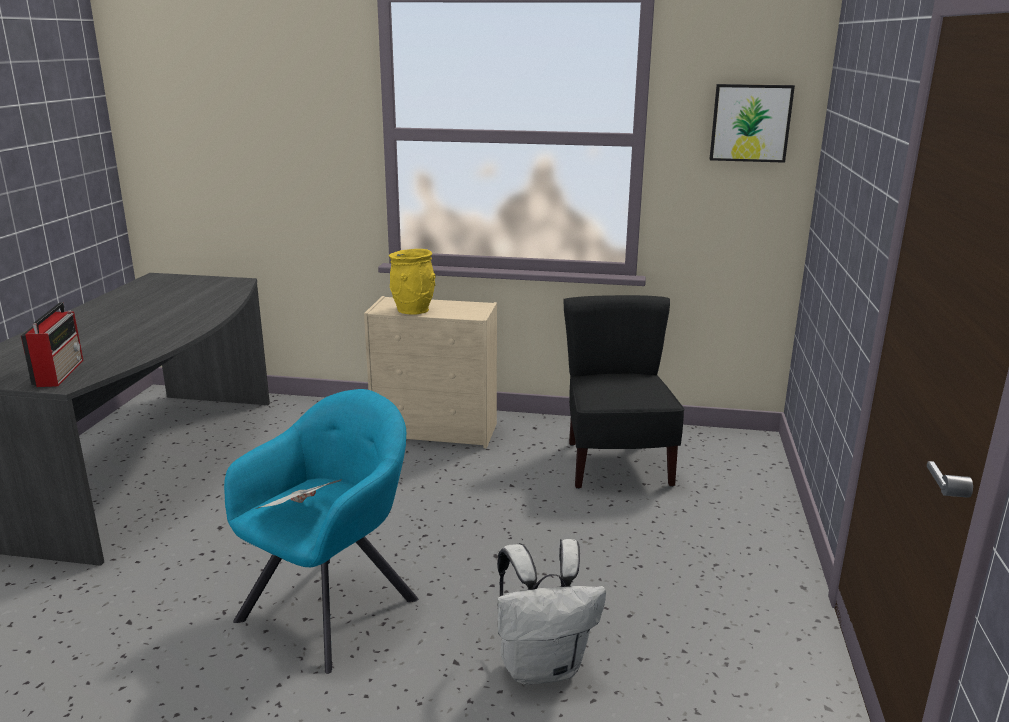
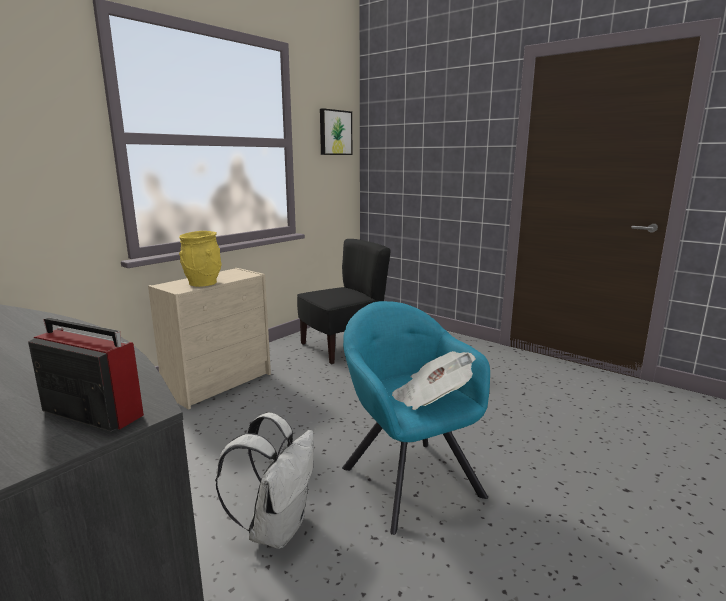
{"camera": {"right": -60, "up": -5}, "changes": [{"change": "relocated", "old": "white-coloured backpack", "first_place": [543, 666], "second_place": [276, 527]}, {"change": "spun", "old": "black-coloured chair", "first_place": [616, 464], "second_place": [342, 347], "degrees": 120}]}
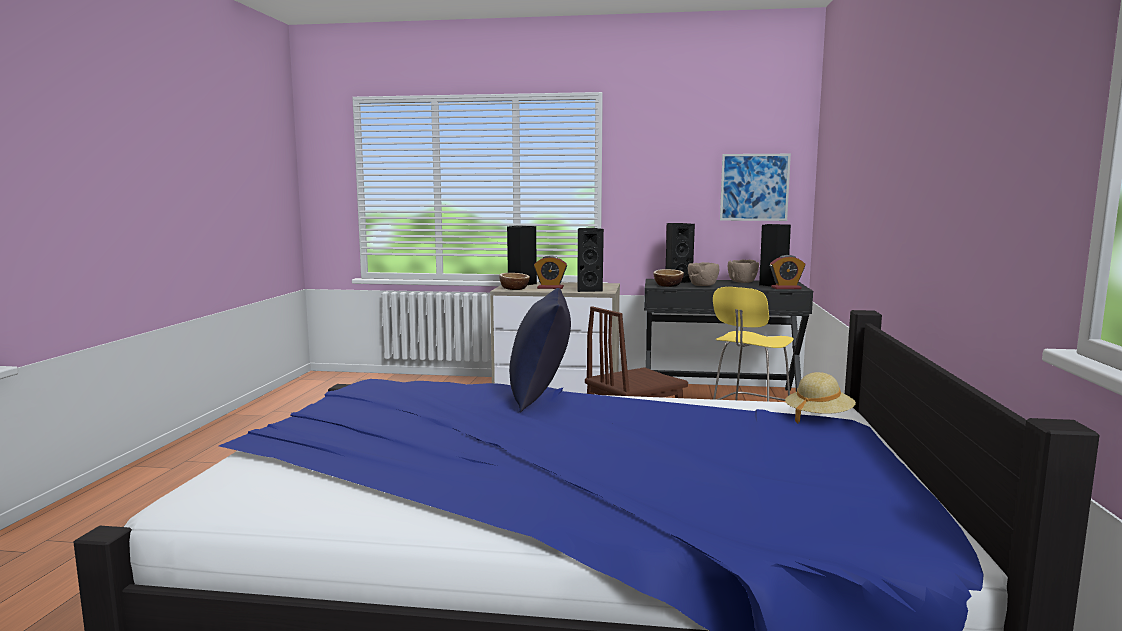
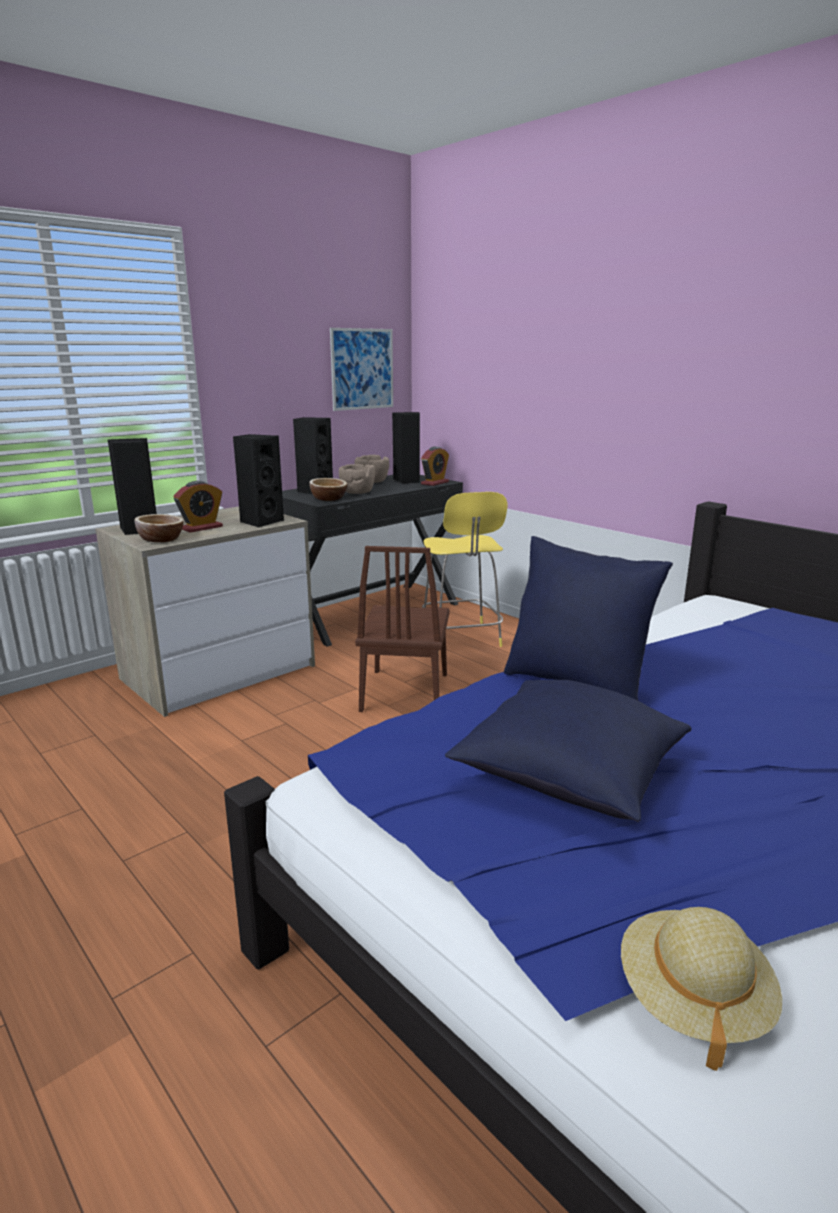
{"camera": {"right": -50, "up": 10}, "changes": [{"change": "relocated", "old": "sand-coloured wearable hat", "first_place": [818, 417], "second_place": [692, 999]}, {"change": "appeared", "new": "bluish pillow", "second_place": [568, 776]}]}
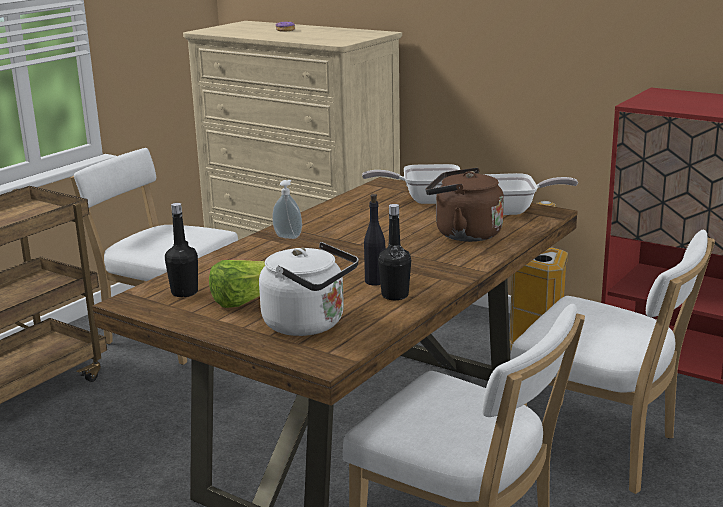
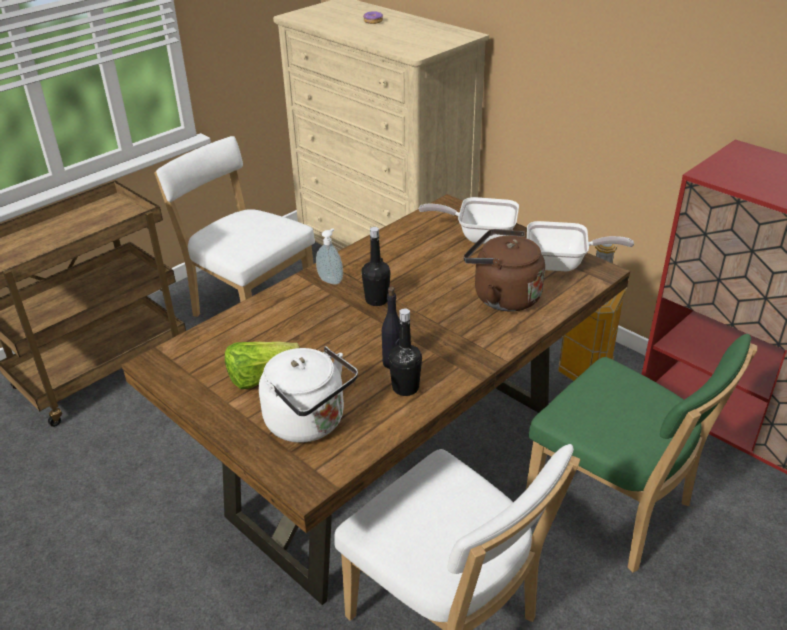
{"camera": {"right": 10, "up": 15}, "changes": [{"change": "relocated", "old": "black-coloured bottle", "first_place": [184, 292], "second_place": [377, 300]}, {"change": "colour", "old": "white-coloured chair", "new": "green chair", "first_place": [601, 449], "second_place": [614, 510]}]}
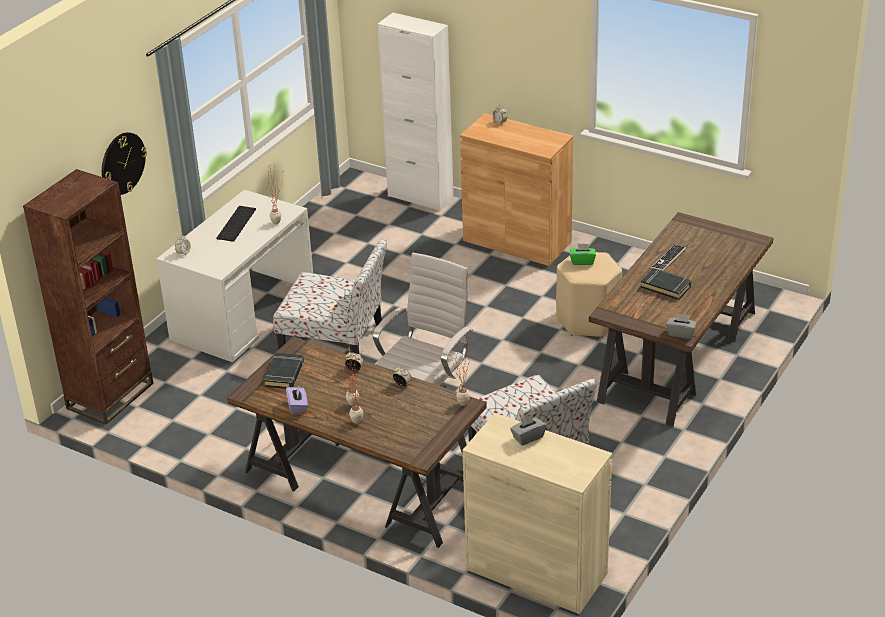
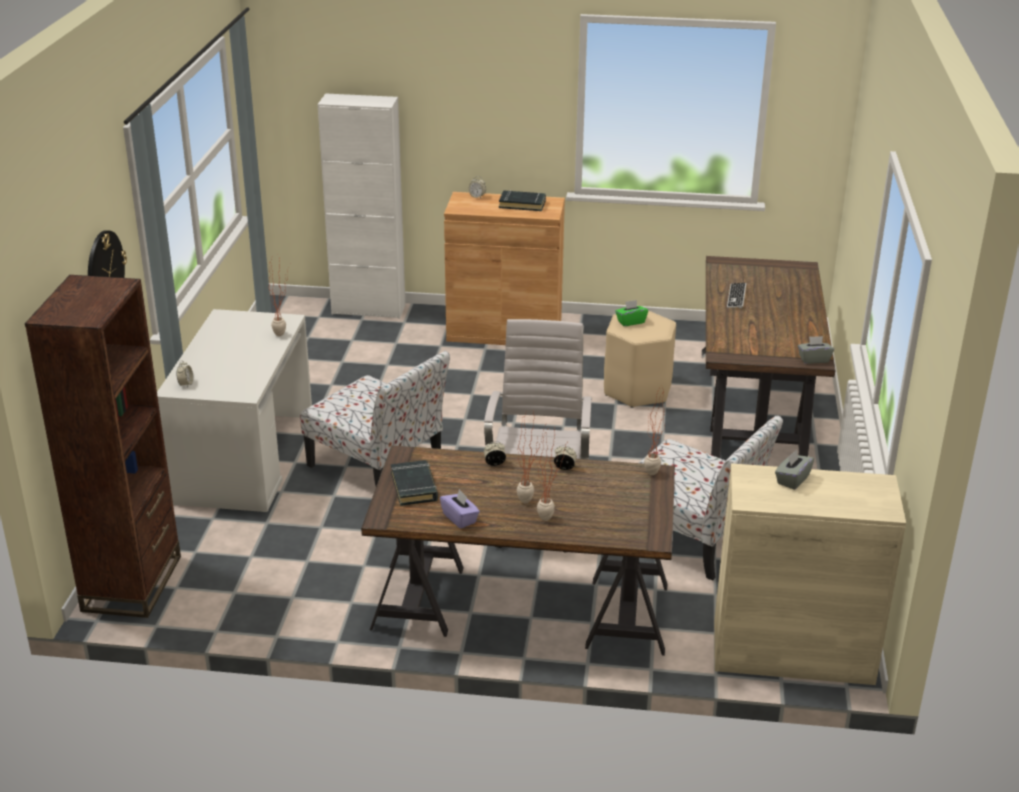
{"camera": {"right": -25, "up": -5}, "changes": [{"change": "missing", "old": "PC keyboard", "first_place": [235, 223]}, {"change": "spun", "old": "chair", "first_place": [335, 342], "second_place": [378, 466], "degrees": 45}, {"change": "relocated", "old": "black-coloured book", "first_place": [666, 287], "second_place": [522, 204]}]}
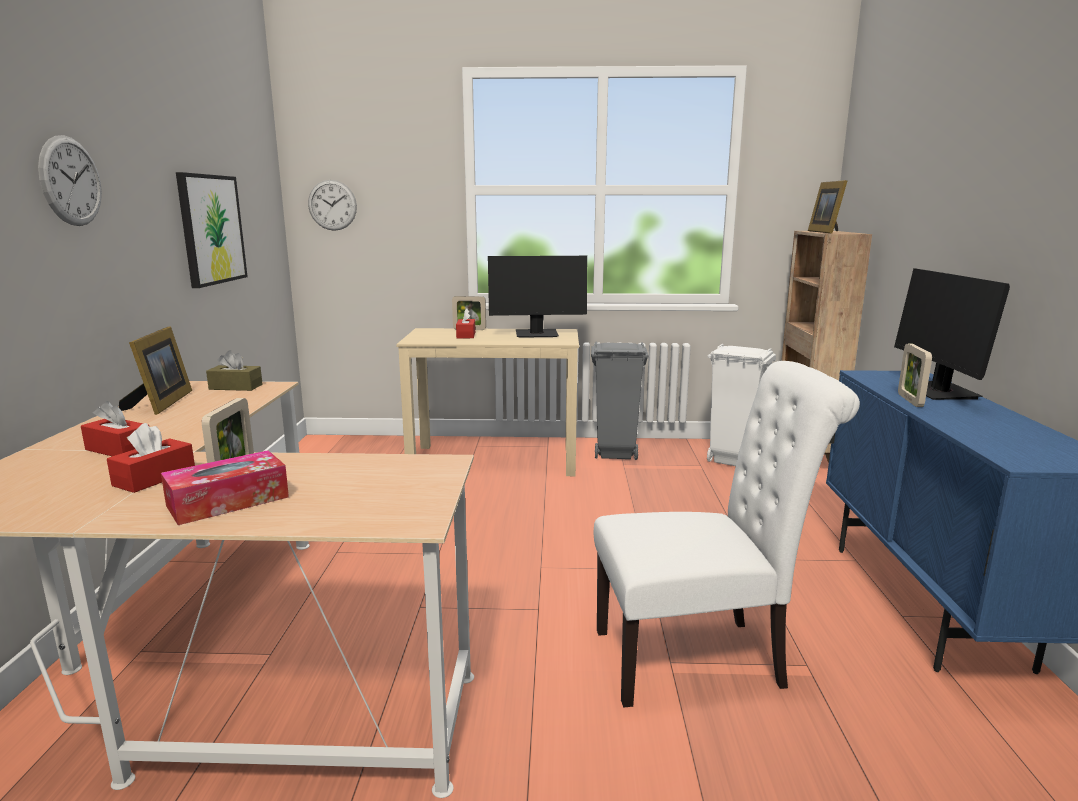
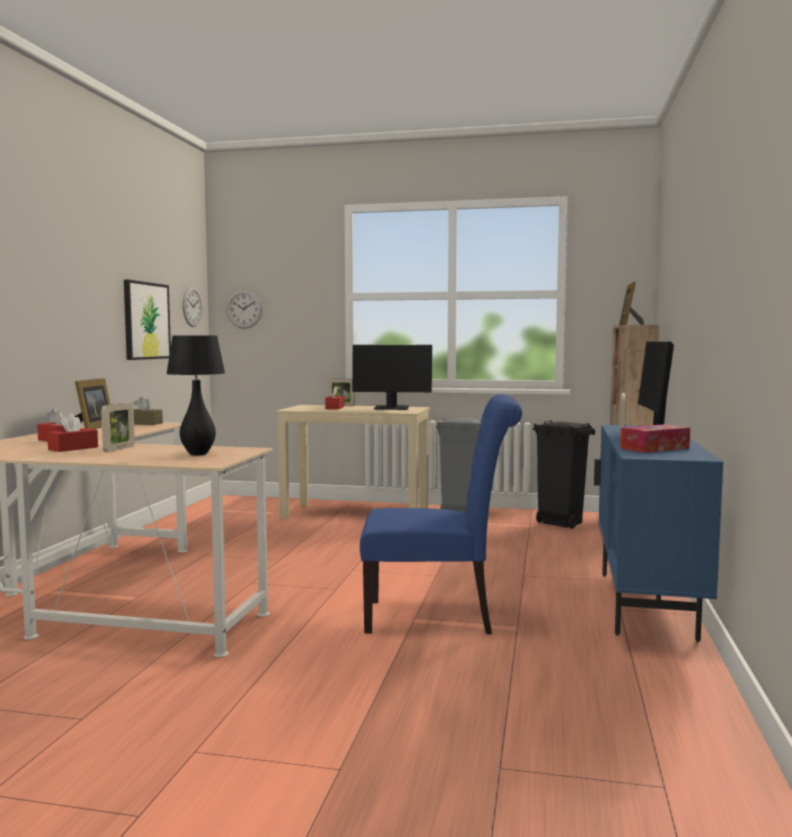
{"camera": {"right": 10, "up": -10}, "changes": [{"change": "relocated", "old": "wall clock", "first_place": [71, 181], "second_place": [192, 307]}, {"change": "relocated", "old": "tissue box", "first_place": [228, 501], "second_place": [654, 448]}, {"change": "colour", "old": "white-coloured chair", "new": "bluish chair", "first_place": [700, 658], "second_place": [438, 617]}, {"change": "colour", "old": "white-coloured waste bin", "new": "black-coloured waste bin", "first_place": [731, 461], "second_place": [559, 523]}, {"change": "appeared", "new": "black-coloured lamp for a table", "second_place": [198, 454]}]}
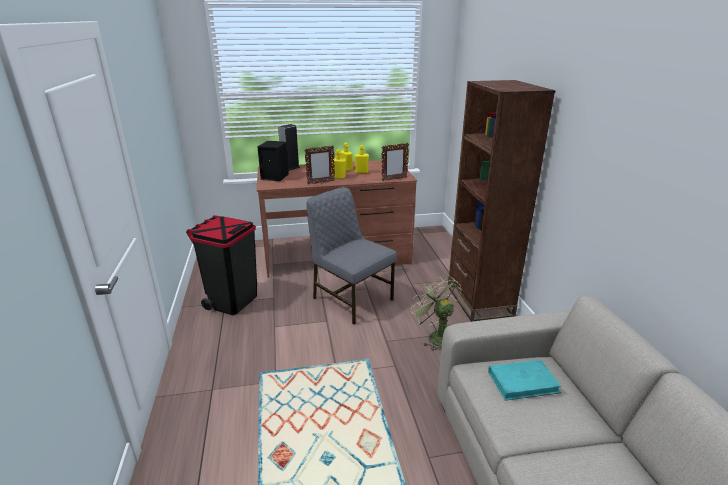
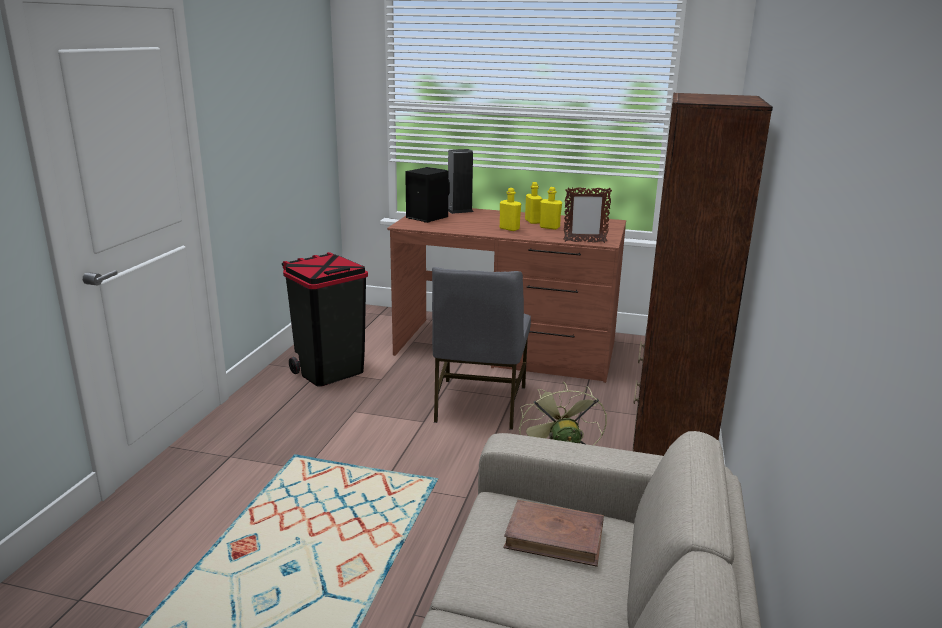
{"camera": {"right": 25, "up": -5}, "changes": [{"change": "missing", "old": "picture frame", "first_place": [320, 183]}, {"change": "spun", "old": "gray chair", "first_place": [351, 299], "second_place": [478, 404], "degrees": -150}, {"change": "colour", "old": "blue-green book", "new": "brown-coloured book", "first_place": [523, 382], "second_place": [555, 537]}]}
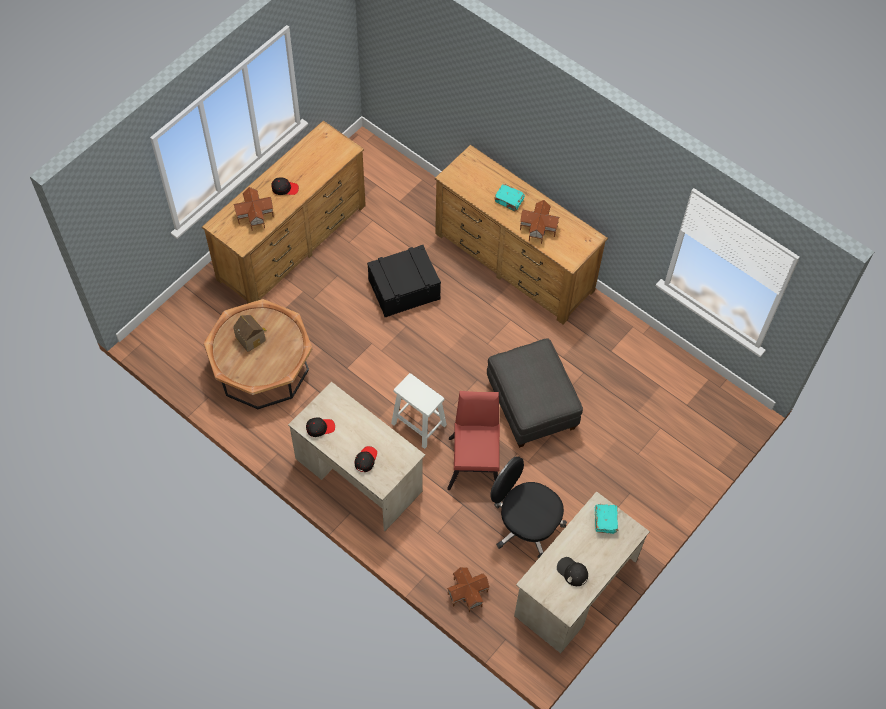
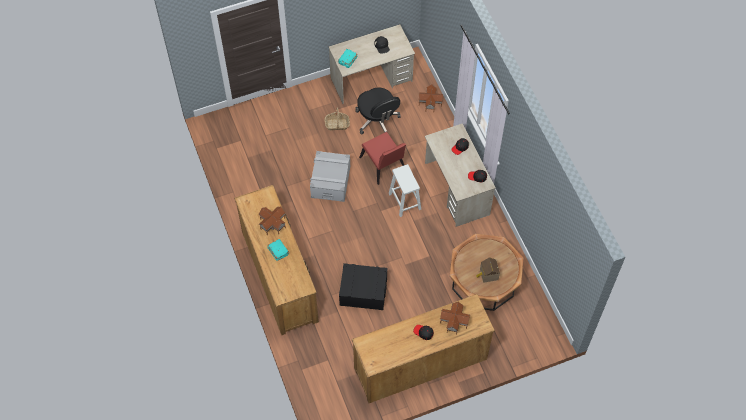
{"camera": {"right": -150, "up": 0}, "changes": [{"change": "spun", "old": "reddish chair", "first_place": [475, 460], "second_place": [384, 166], "degrees": -60}, {"change": "exchanged", "old": "gray ottoman", "new": "gray storage container", "first_place": [531, 404], "second_place": [330, 182]}, {"change": "appeared", "new": "storage basket", "second_place": [337, 124]}]}
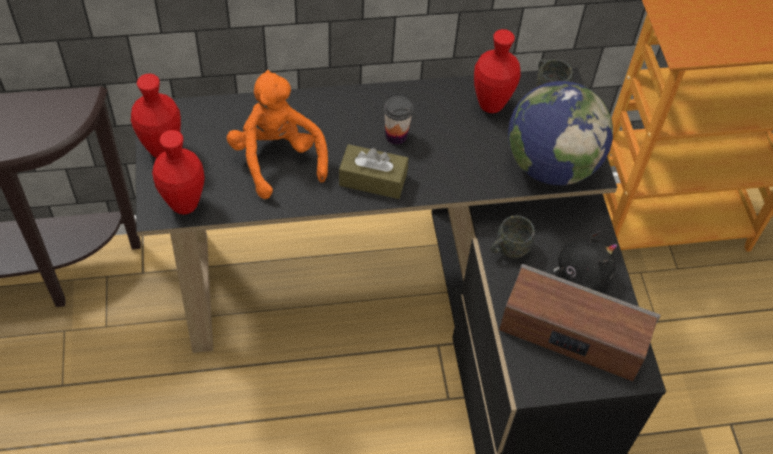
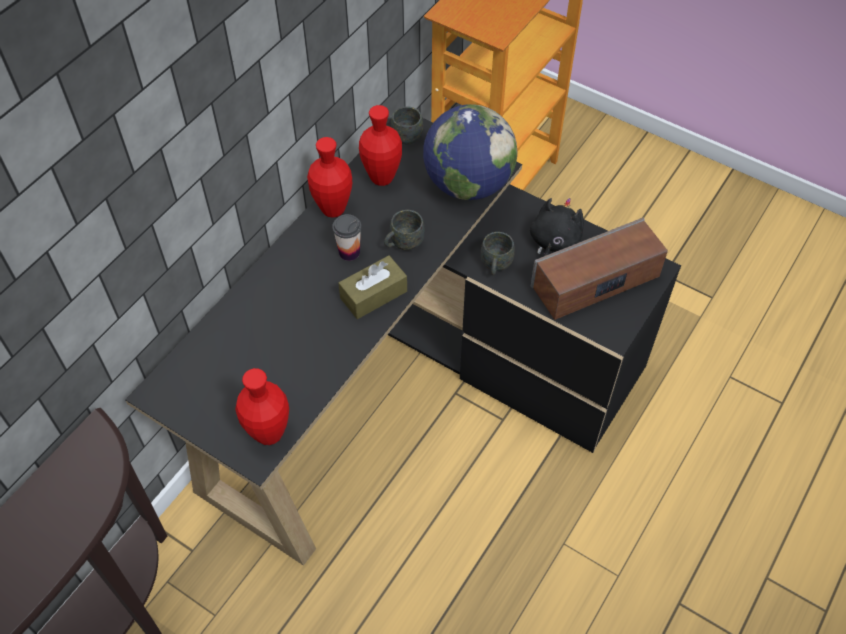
{"camera": {"right": -45, "up": 0}, "changes": [{"change": "relocated", "old": "reddish flower vase", "first_place": [162, 150], "second_place": [333, 209]}, {"change": "missing", "old": "orange plush toy", "first_place": [277, 158]}, {"change": "appeared", "new": "gray mug", "second_place": [403, 244]}]}
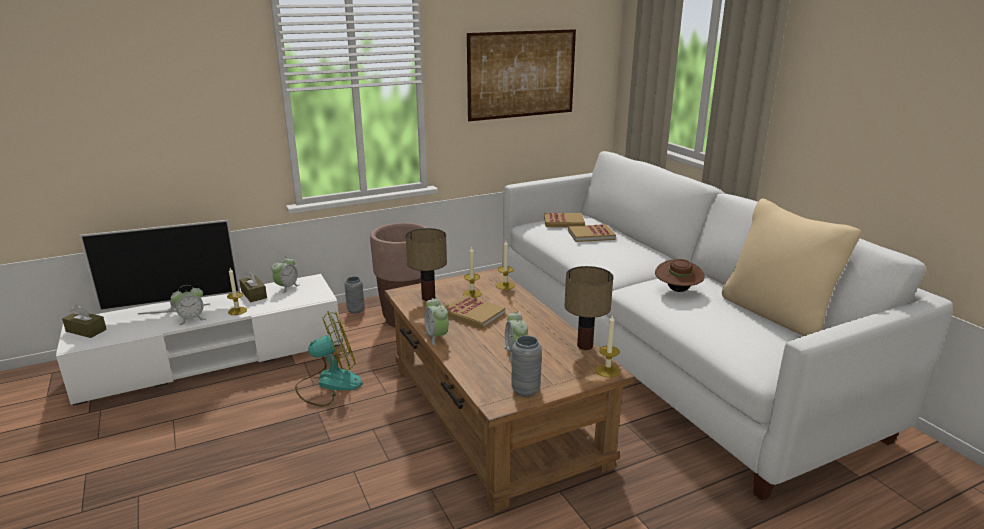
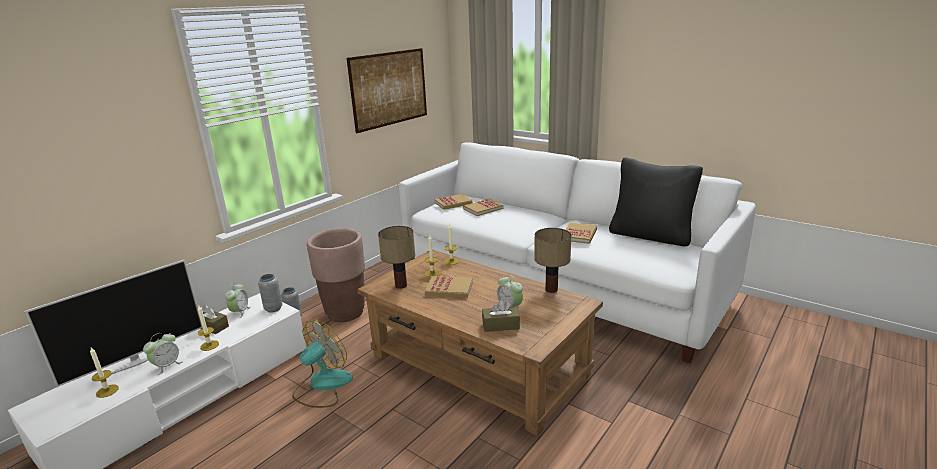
{"camera": {"right": -25, "up": 0}, "changes": [{"change": "relocated", "old": "brown-coloured tissue box", "first_place": [86, 330], "second_place": [501, 325]}, {"change": "missing", "old": "alarm clock", "first_place": [436, 337]}, {"change": "relocated", "old": "gray flower vase", "first_place": [525, 390], "second_place": [273, 309]}, {"change": "relocated", "old": "candle", "first_place": [607, 371], "second_place": [107, 391]}, {"change": "exchanged", "old": "brown-coloured wearable hat", "new": "book", "first_place": [677, 290], "second_place": [579, 234]}, {"change": "colour", "old": "sand-coloured pillow", "new": "black-coloured pillow", "first_place": [776, 314], "second_place": [650, 235]}]}
